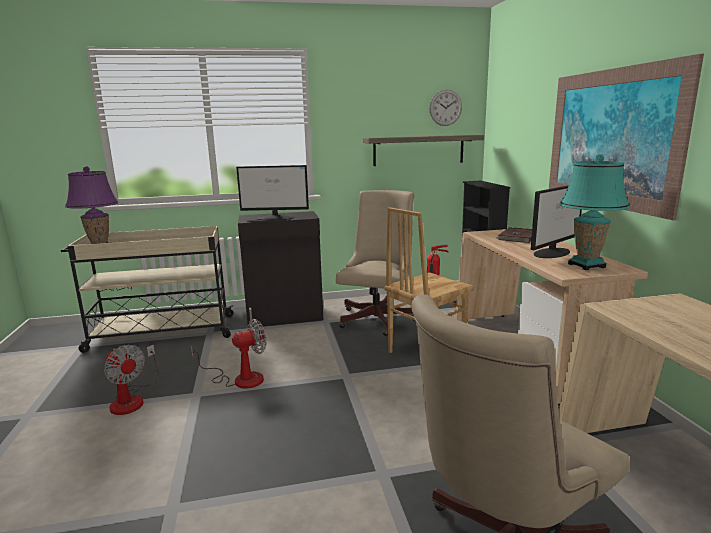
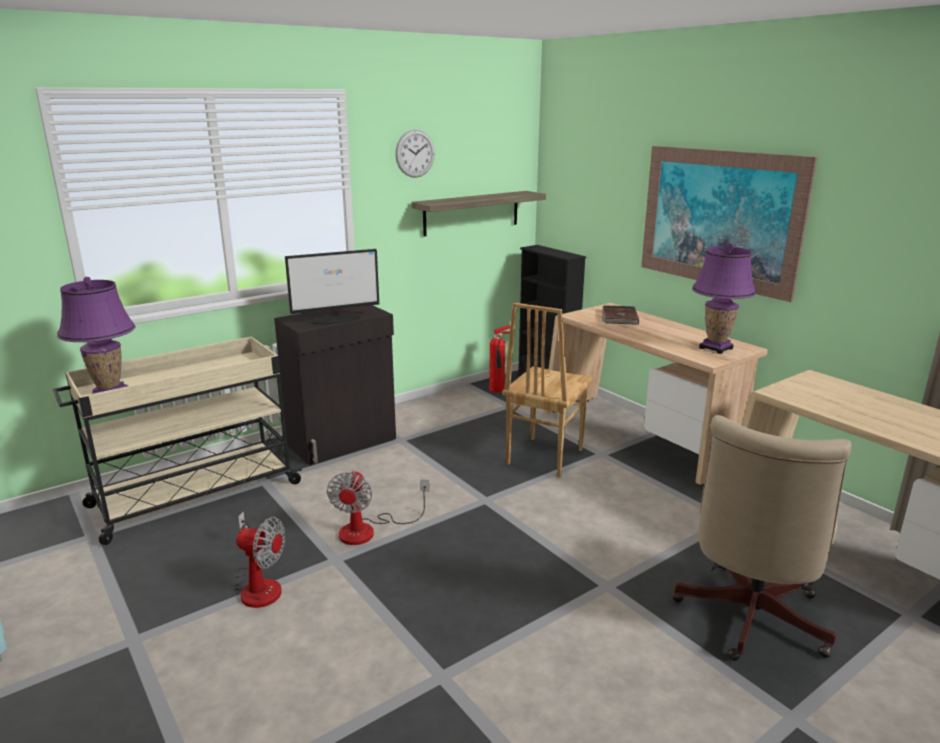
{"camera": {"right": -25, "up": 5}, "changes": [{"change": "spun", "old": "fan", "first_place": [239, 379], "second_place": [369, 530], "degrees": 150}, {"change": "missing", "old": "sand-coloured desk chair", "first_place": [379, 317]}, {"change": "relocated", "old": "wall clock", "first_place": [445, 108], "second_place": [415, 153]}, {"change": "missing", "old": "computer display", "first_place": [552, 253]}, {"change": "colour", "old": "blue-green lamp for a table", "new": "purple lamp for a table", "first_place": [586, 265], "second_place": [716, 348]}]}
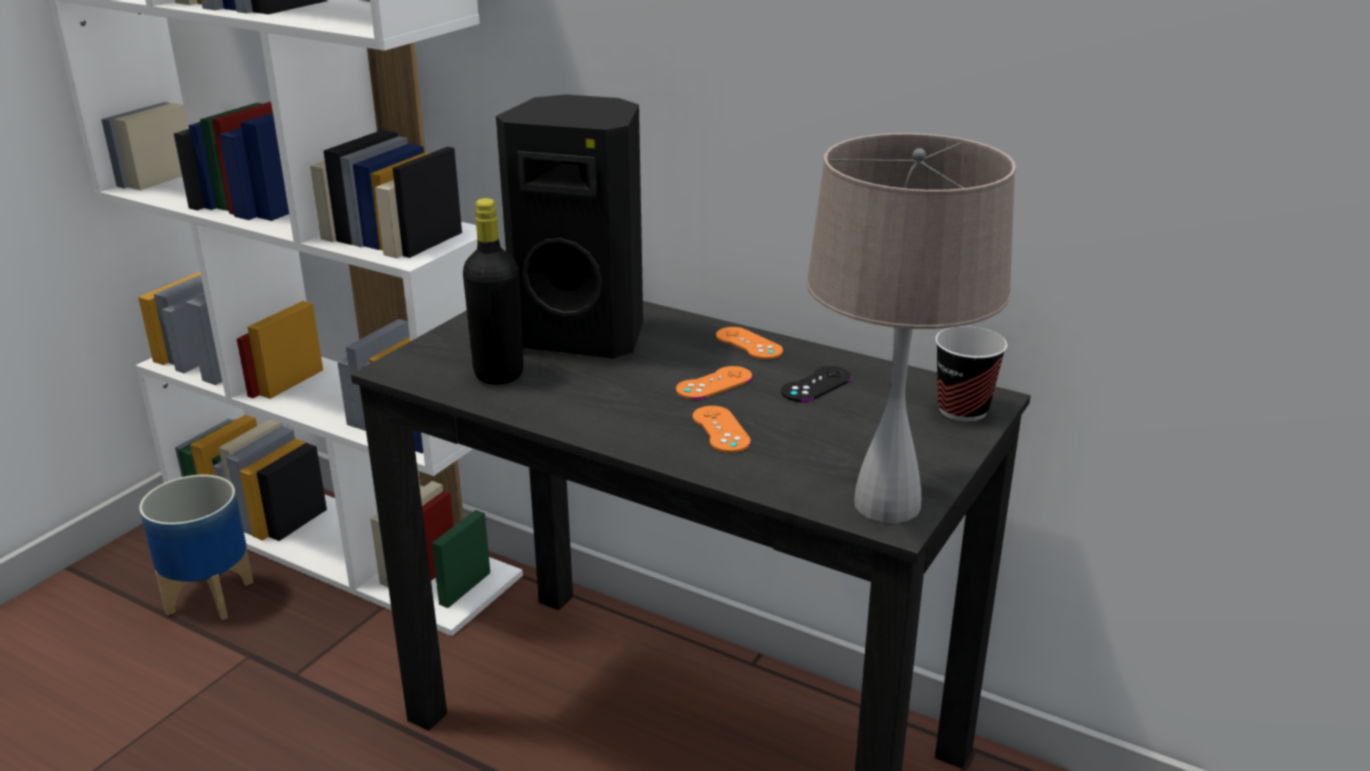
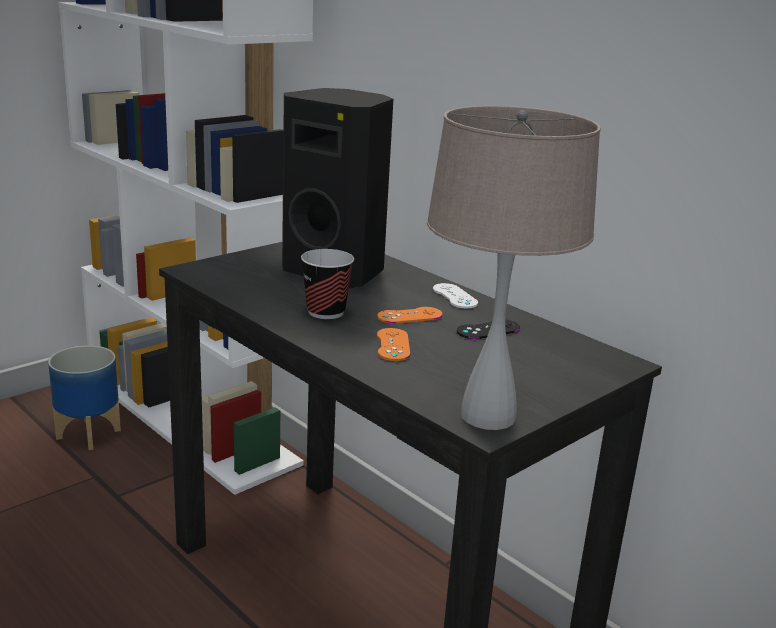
{"camera": {"right": 15, "up": -5}, "changes": [{"change": "missing", "old": "black-coloured bottle", "first_place": [499, 374]}, {"change": "colour", "old": "orange game controller", "new": "white-coloured game controller", "first_place": [748, 344], "second_place": [454, 296]}, {"change": "relocated", "old": "drinking cup", "first_place": [962, 410], "second_place": [326, 312]}]}
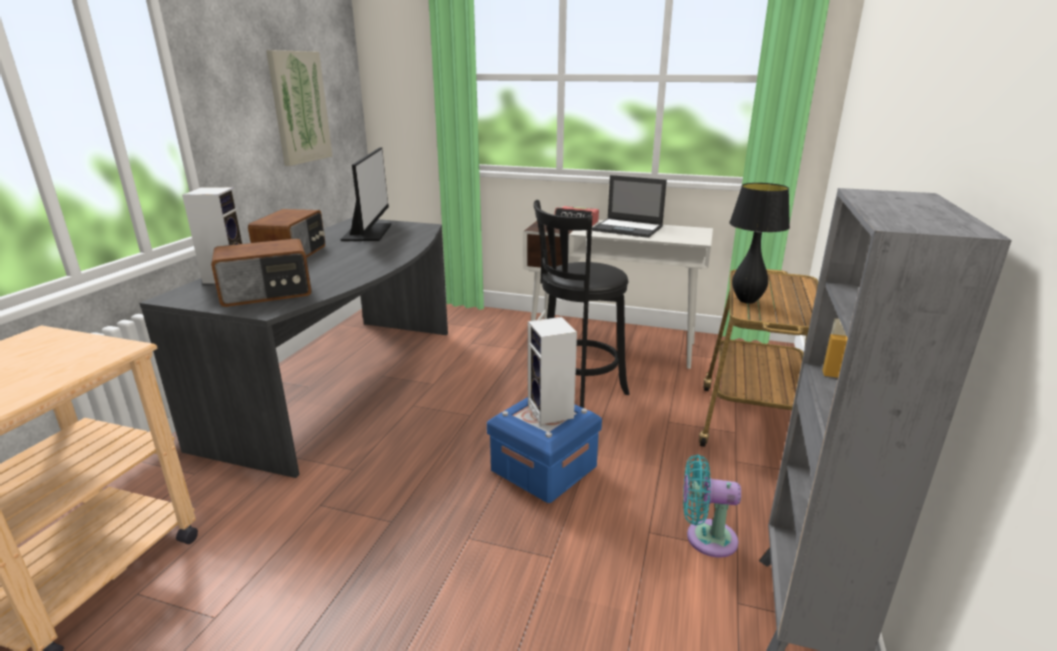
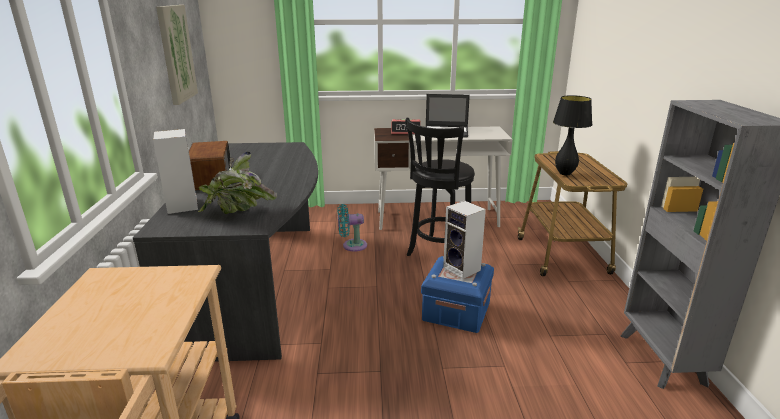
{"camera": {"right": -20, "up": 0}, "changes": [{"change": "exchanged", "old": "radio", "new": "houseplant", "first_place": [267, 293], "second_place": [238, 214]}, {"change": "missing", "old": "computer display", "first_place": [368, 232]}, {"change": "relocated", "old": "blue-green fan", "first_place": [705, 537], "second_place": [352, 245]}]}
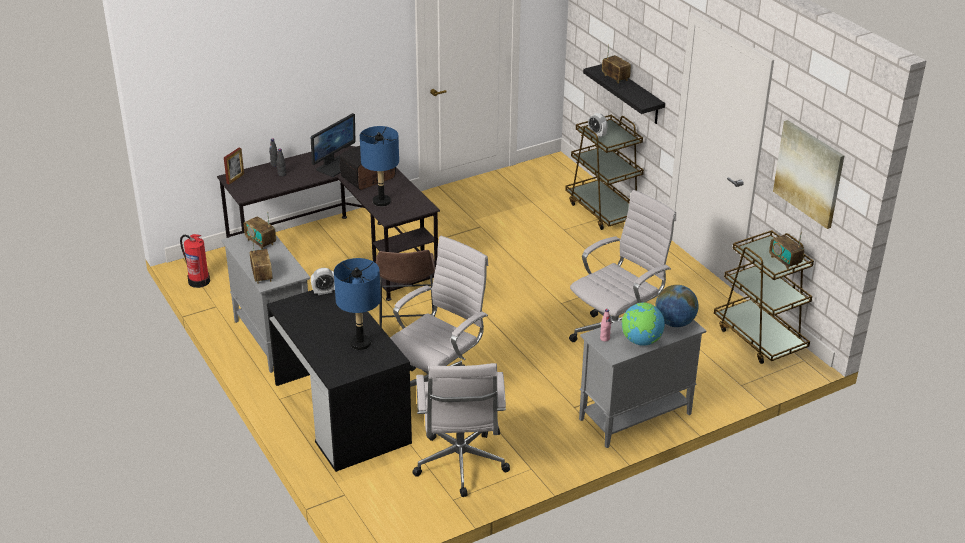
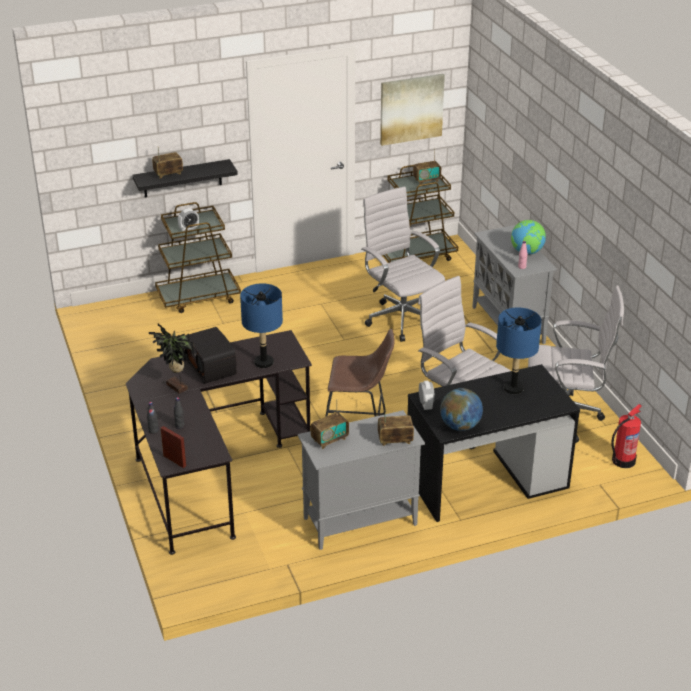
{"camera": {"right": -80, "up": 0}, "changes": [{"change": "relocated", "old": "fire extinguisher", "first_place": [198, 281], "second_place": [622, 461]}, {"change": "exchanged", "old": "computer display", "new": "houseplant", "first_place": [335, 166], "second_place": [176, 388]}, {"change": "relocated", "old": "world globe", "first_place": [674, 323], "second_place": [460, 426]}]}
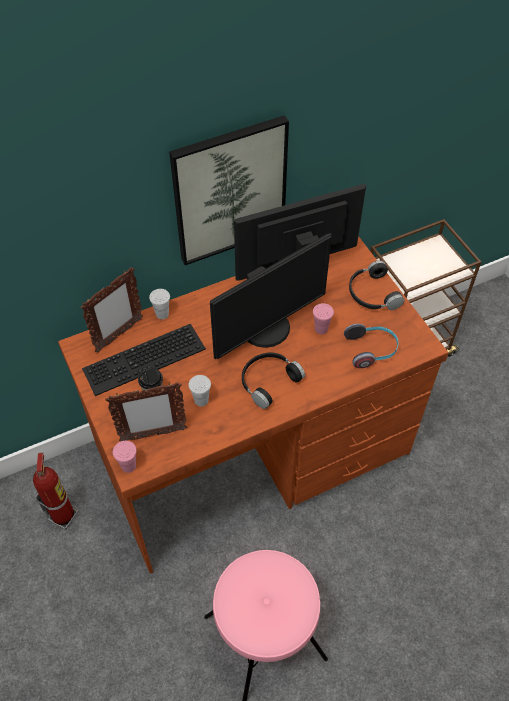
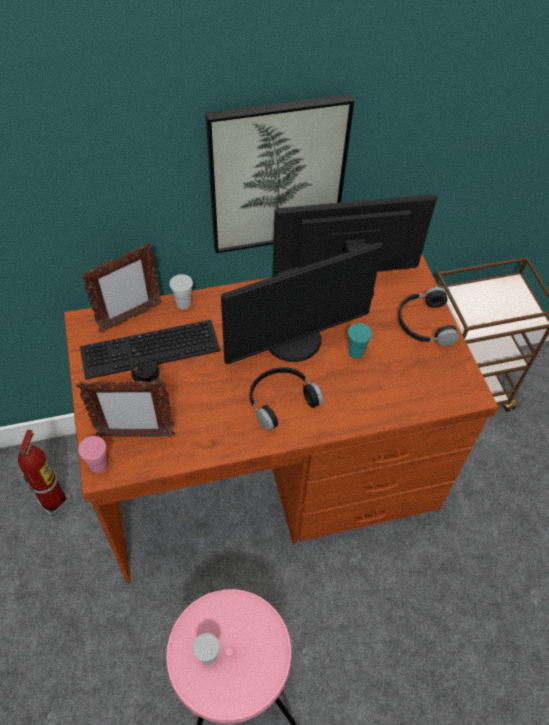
{"camera": {"right": 10, "up": 0}, "changes": [{"change": "relocated", "old": "white-coloured drinking cup", "first_place": [201, 400], "second_place": [208, 656]}, {"change": "colour", "old": "pinkish drinking cup", "new": "blue-green drinking cup", "first_place": [321, 329], "second_place": [356, 352]}, {"change": "missing", "old": "headphones", "first_place": [371, 350]}]}
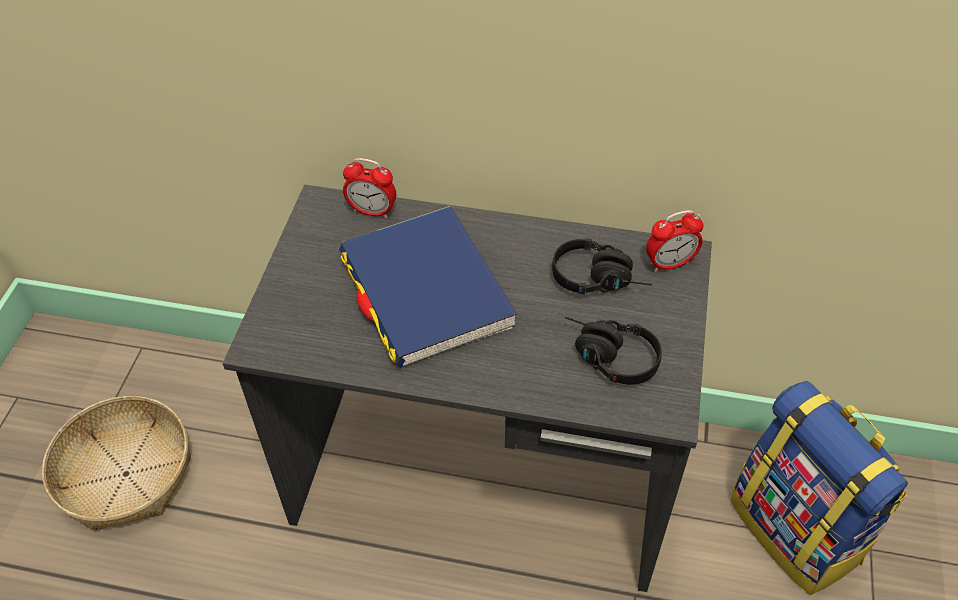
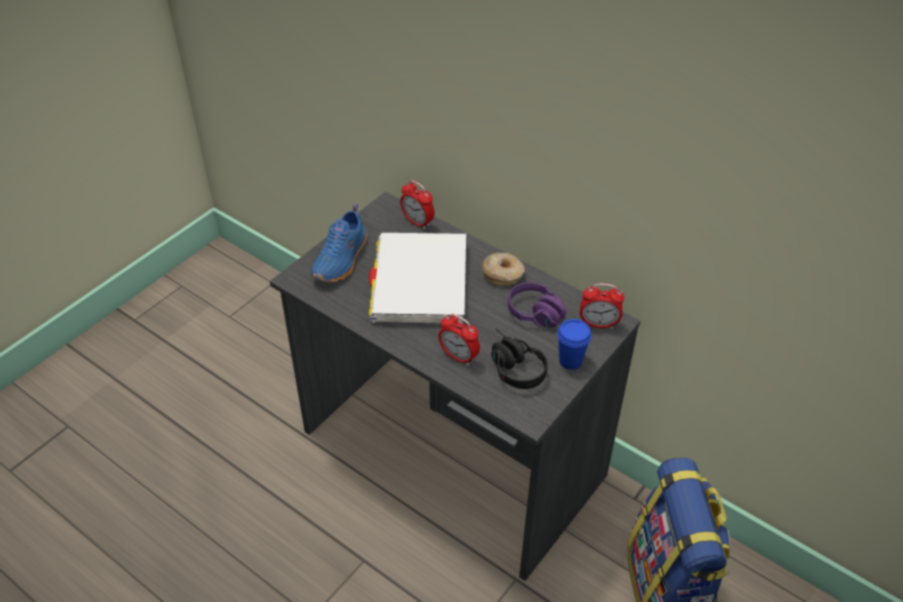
{"camera": {"right": 25, "up": -5}, "changes": [{"change": "missing", "old": "storage basket", "first_place": [126, 473]}, {"change": "colour", "old": "bluish book", "new": "white-coloured book", "first_place": [425, 291], "second_place": [420, 283]}, {"change": "colour", "old": "black-coloured headphones", "new": "purple headphones", "first_place": [600, 279], "second_place": [542, 317]}, {"change": "appeared", "new": "bluish low shoe", "second_place": [341, 260]}, {"change": "appeared", "new": "alarm clock", "second_place": [459, 356]}, {"change": "appeared", "new": "donut", "second_place": [503, 274]}, {"change": "appeared", "new": "bluish drinking cup", "second_place": [570, 361]}]}
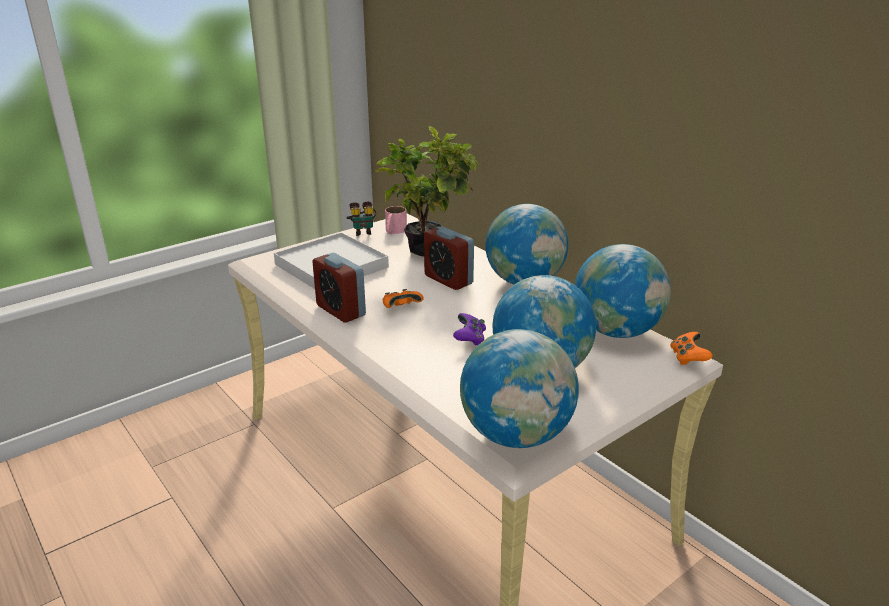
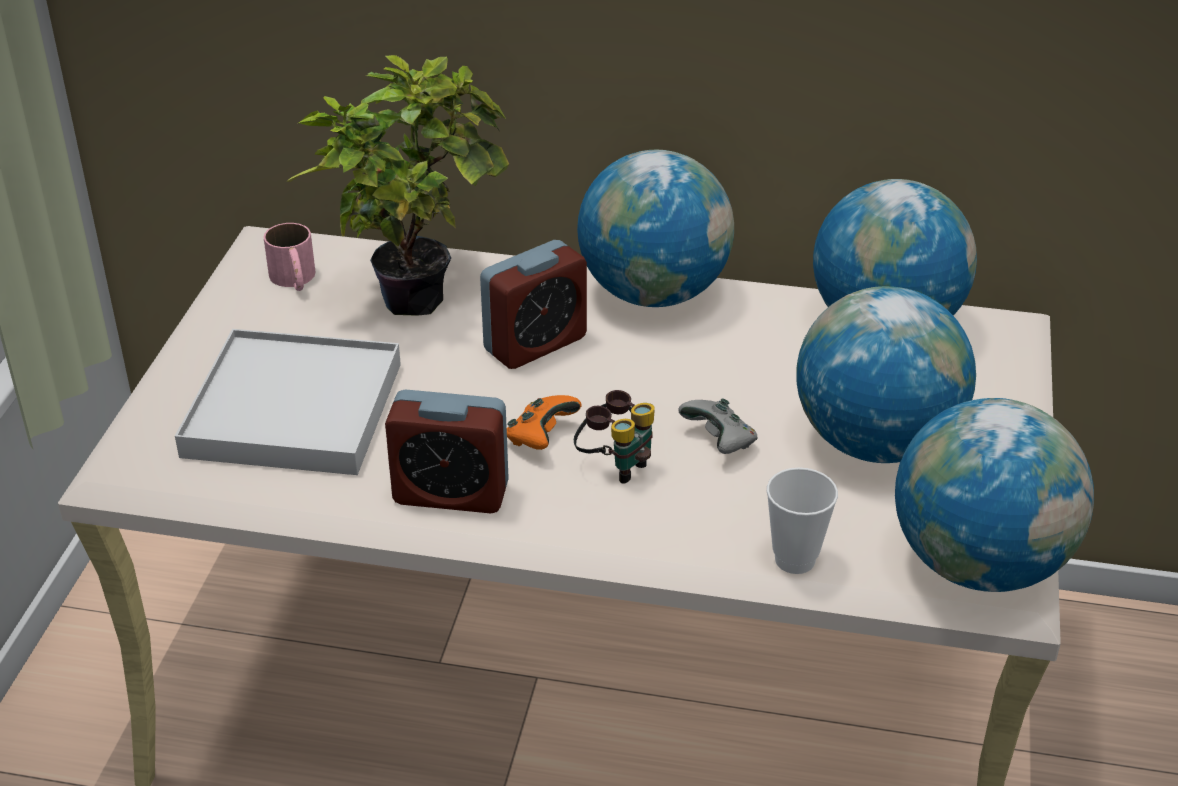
{"camera": {"right": -40, "up": 10}, "changes": [{"change": "relocated", "old": "field glasses", "first_place": [362, 231], "second_place": [615, 464]}, {"change": "spun", "old": "alarm clock", "first_place": [448, 280], "second_place": [535, 344], "degrees": -45}, {"change": "colour", "old": "purple game controller", "new": "gray game controller", "first_place": [470, 339], "second_place": [720, 442]}, {"change": "missing", "old": "orange game controller", "first_place": [688, 358]}, {"change": "appeared", "new": "drinking cup", "second_place": [795, 560]}]}
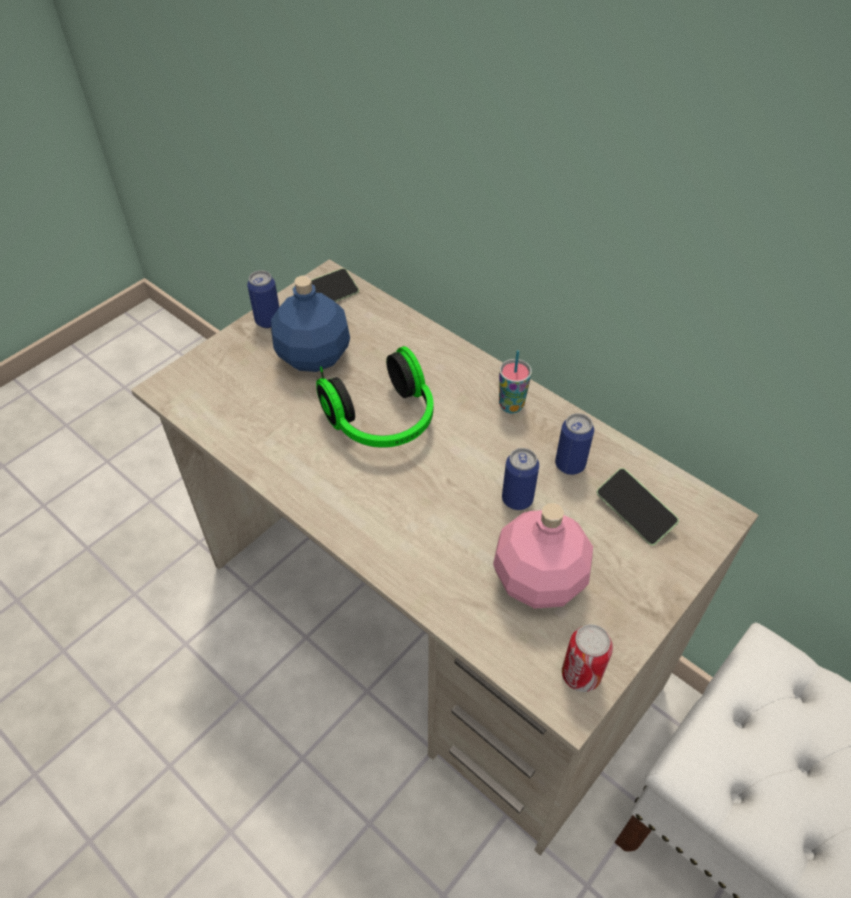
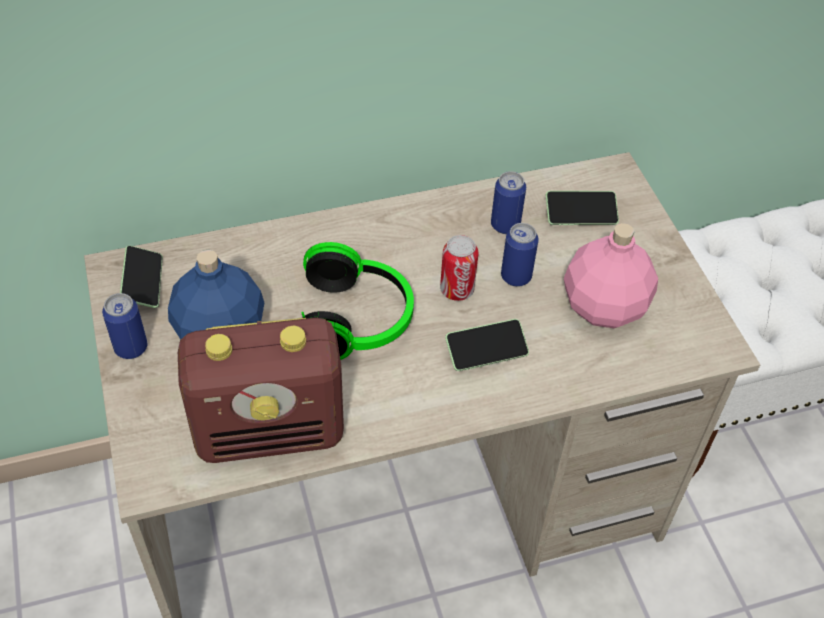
{"camera": {"right": -60, "up": 0}, "changes": [{"change": "missing", "old": "drinking cup", "first_place": [511, 405]}, {"change": "relocated", "old": "can", "first_place": [581, 674], "second_place": [457, 290]}, {"change": "appeared", "new": "radio", "second_place": [271, 432]}, {"change": "appeared", "new": "phone", "second_place": [486, 352]}]}
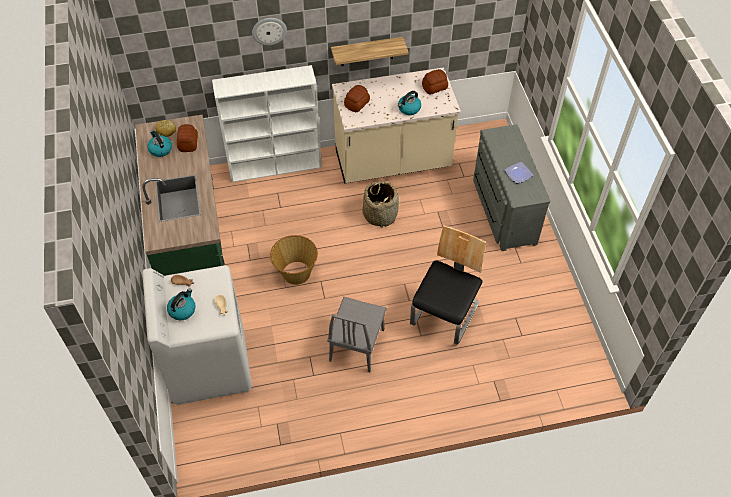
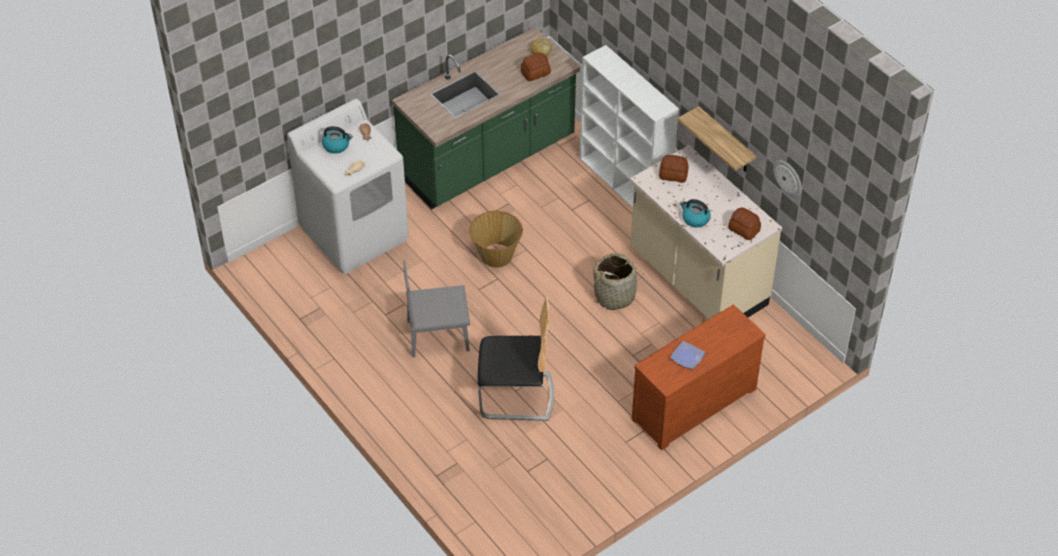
{"camera": {"right": 65, "up": -5}, "changes": [{"change": "missing", "old": "kettle", "first_place": [160, 149]}, {"change": "relocated", "old": "wall clock", "first_place": [269, 30], "second_place": [788, 177]}, {"change": "colour", "old": "gray drawer chest", "new": "brown-coloured drawer chest", "first_place": [502, 210], "second_place": [692, 402]}]}
